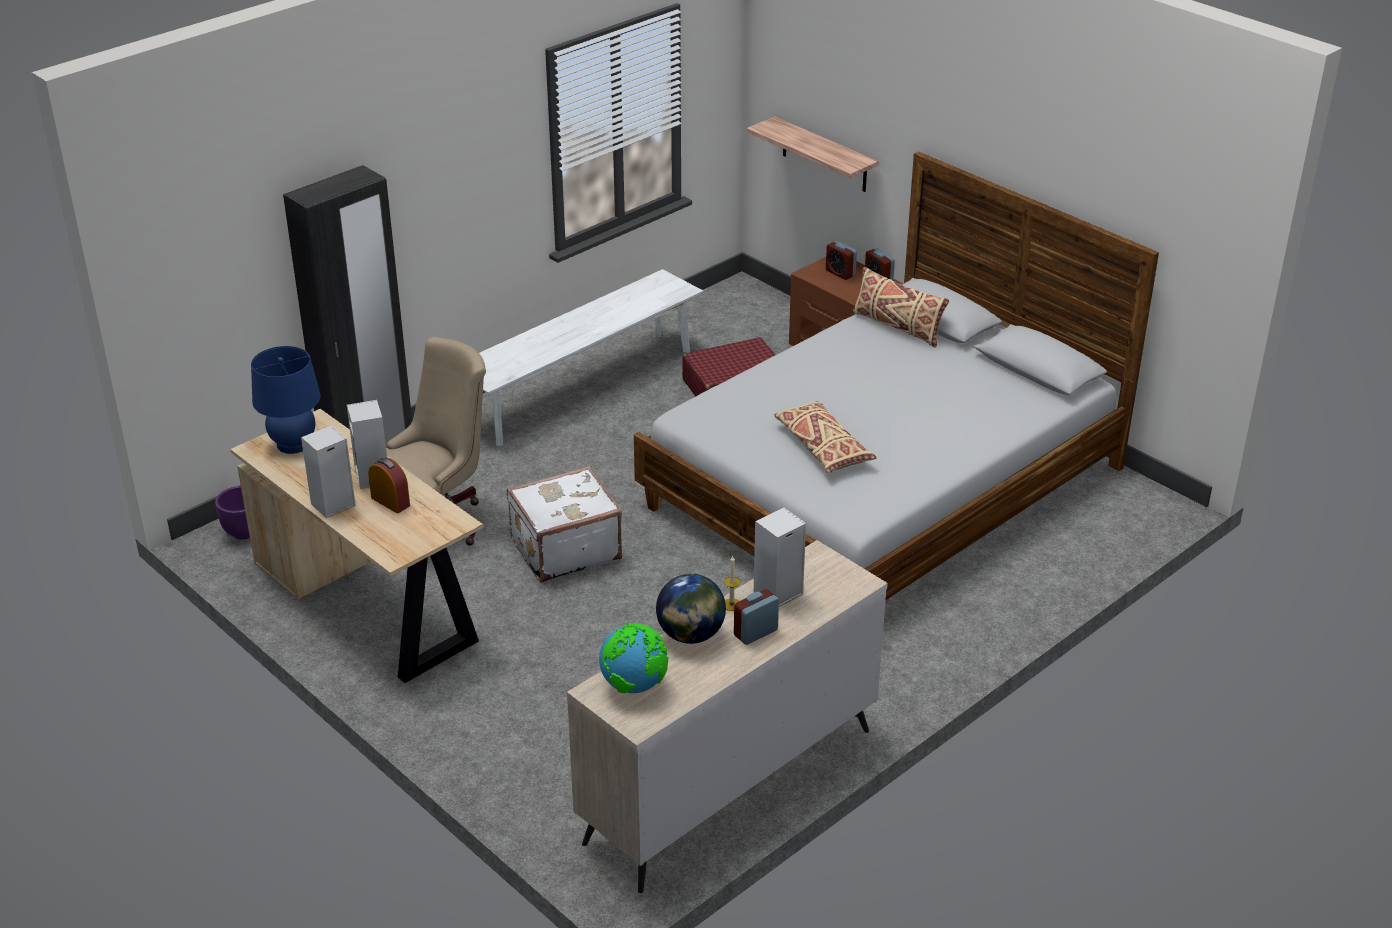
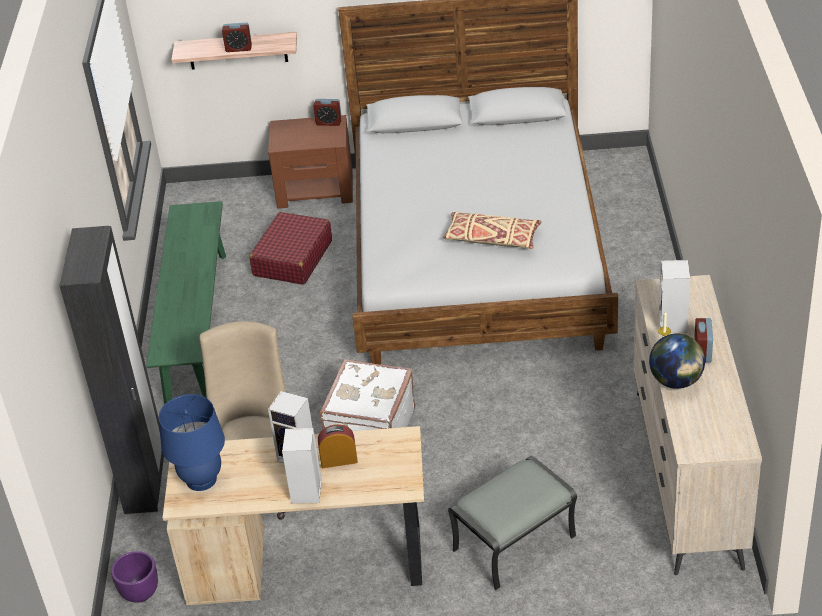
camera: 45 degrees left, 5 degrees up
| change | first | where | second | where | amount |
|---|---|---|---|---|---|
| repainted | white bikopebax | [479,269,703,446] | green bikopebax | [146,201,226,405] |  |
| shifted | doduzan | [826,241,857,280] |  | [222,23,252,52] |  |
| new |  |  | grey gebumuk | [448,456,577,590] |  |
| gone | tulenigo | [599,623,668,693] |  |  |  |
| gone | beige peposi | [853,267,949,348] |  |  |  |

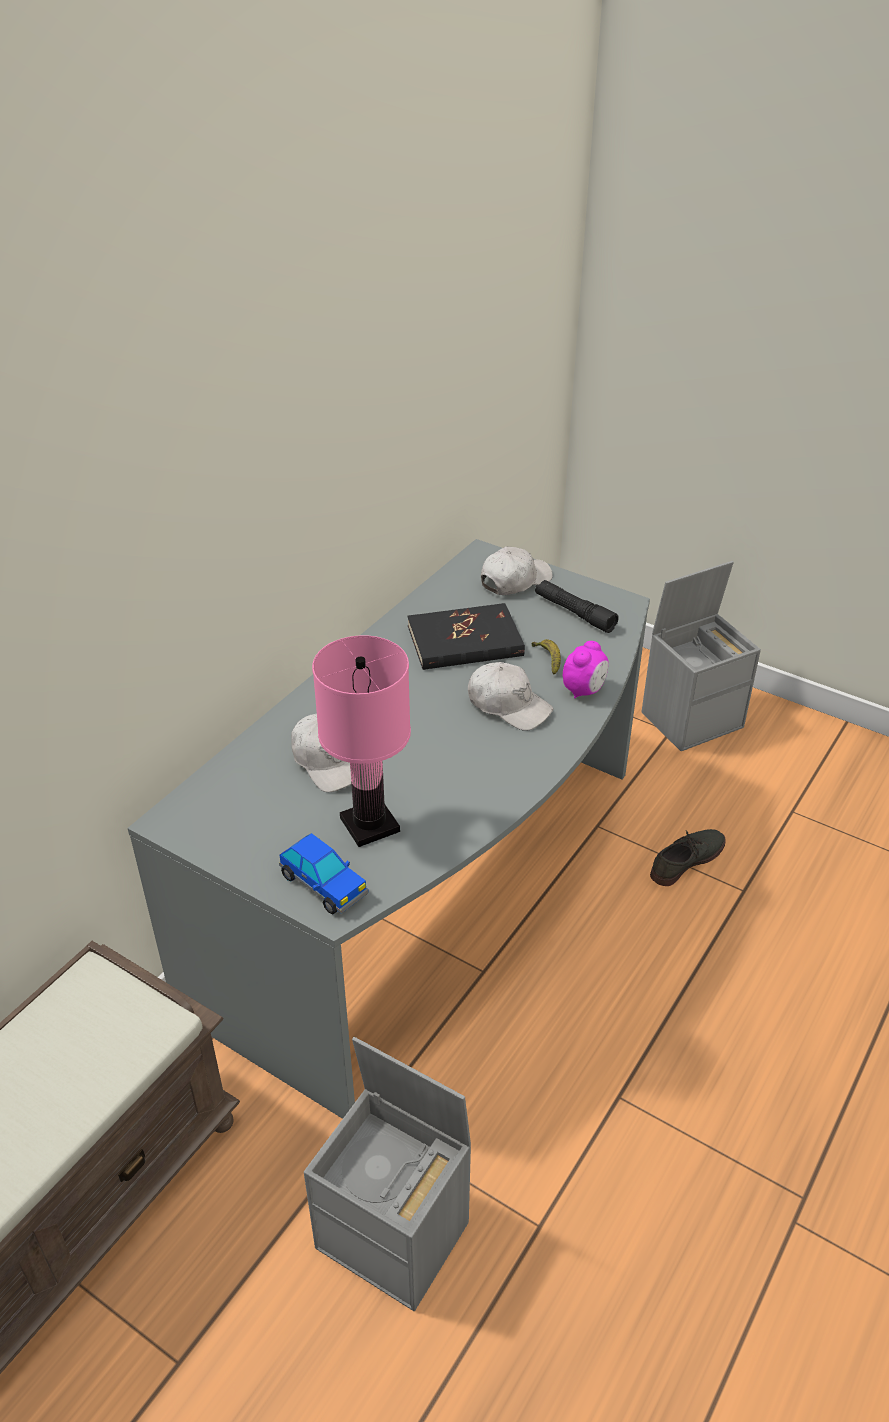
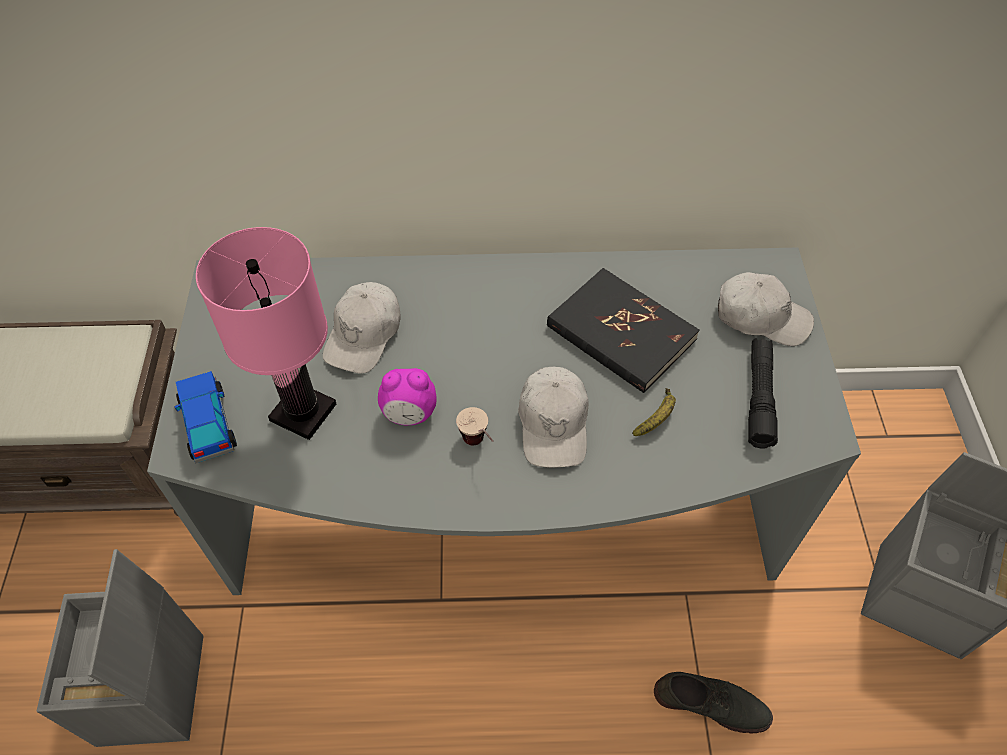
camera: 55 degrees right, 15 degrees up
| change | first | where | second | where | amount |
|---|---|---|---|---|---|
| rotated | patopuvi | [279,833,369,914] |  | [174,371,237,463] | 150 degrees clockwise |
| shifted | doduzan | [563,641,609,699] |  | [378,368,436,425] |  |
| new |  |  | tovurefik | [456,407,493,445] |  |

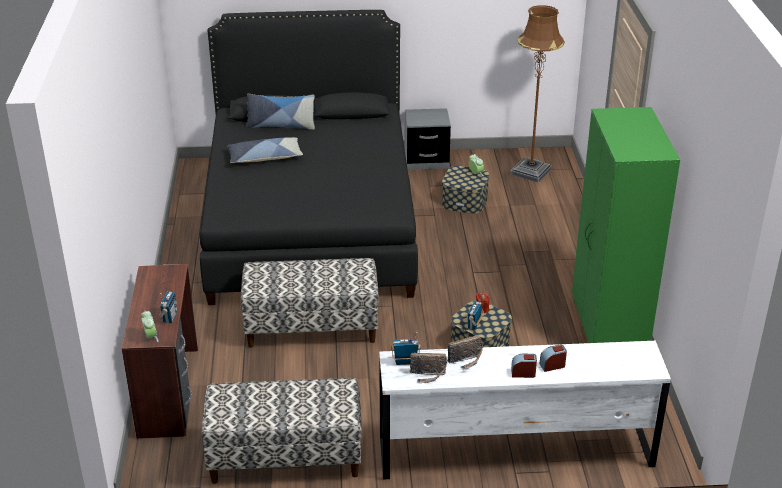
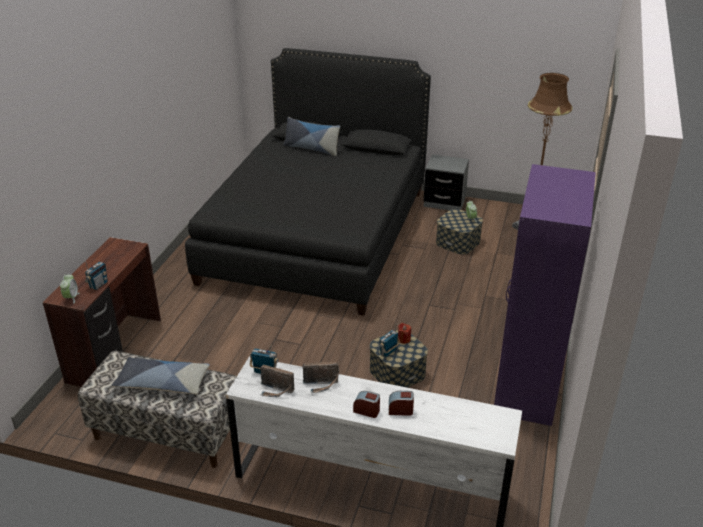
camera: 20 degrees right, 0 degrees up
| change | first | where | second | where | amount |
|---|---|---|---|---|---|
| shifted | peposi | [228,137,303,163] |  | [112,357,210,394] |  |
| repainted | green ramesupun | [572,107,680,343] | purple ramesupun | [494,164,596,426] |  |
| gone | bikopebax | [241,258,379,348] |  |  |  |

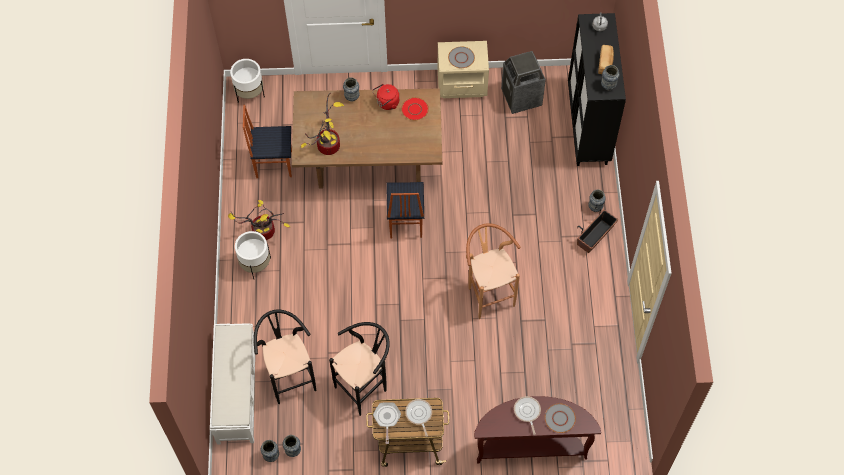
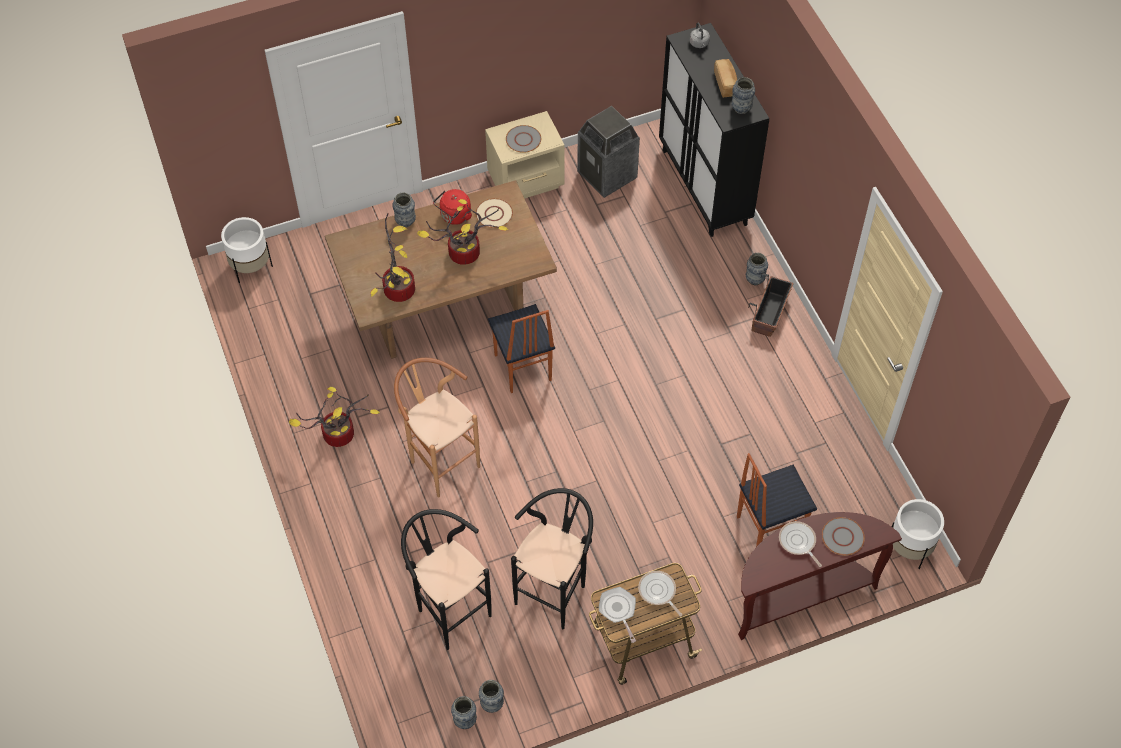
camera: 20 degrees left, 5 degrees down
| change | first | where | second | where | amount |
|---|---|---|---|---|---|
| shifted | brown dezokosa | [466,223,521,319] |  | [394,358,480,498] |  |
| new |  |  | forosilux | [417,199,508,265] |  |
| repainted | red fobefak | [401,97,429,120] | beige fobefak | [475,198,513,228] |  |
| shifted | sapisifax | [243,105,292,178] |  | [737,453,817,547] |  |
| shifted | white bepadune | [235,231,271,279] |  | [892,499,944,569] |  |
| gone | white bikopebax | [210,323,255,445] |  |  |  |

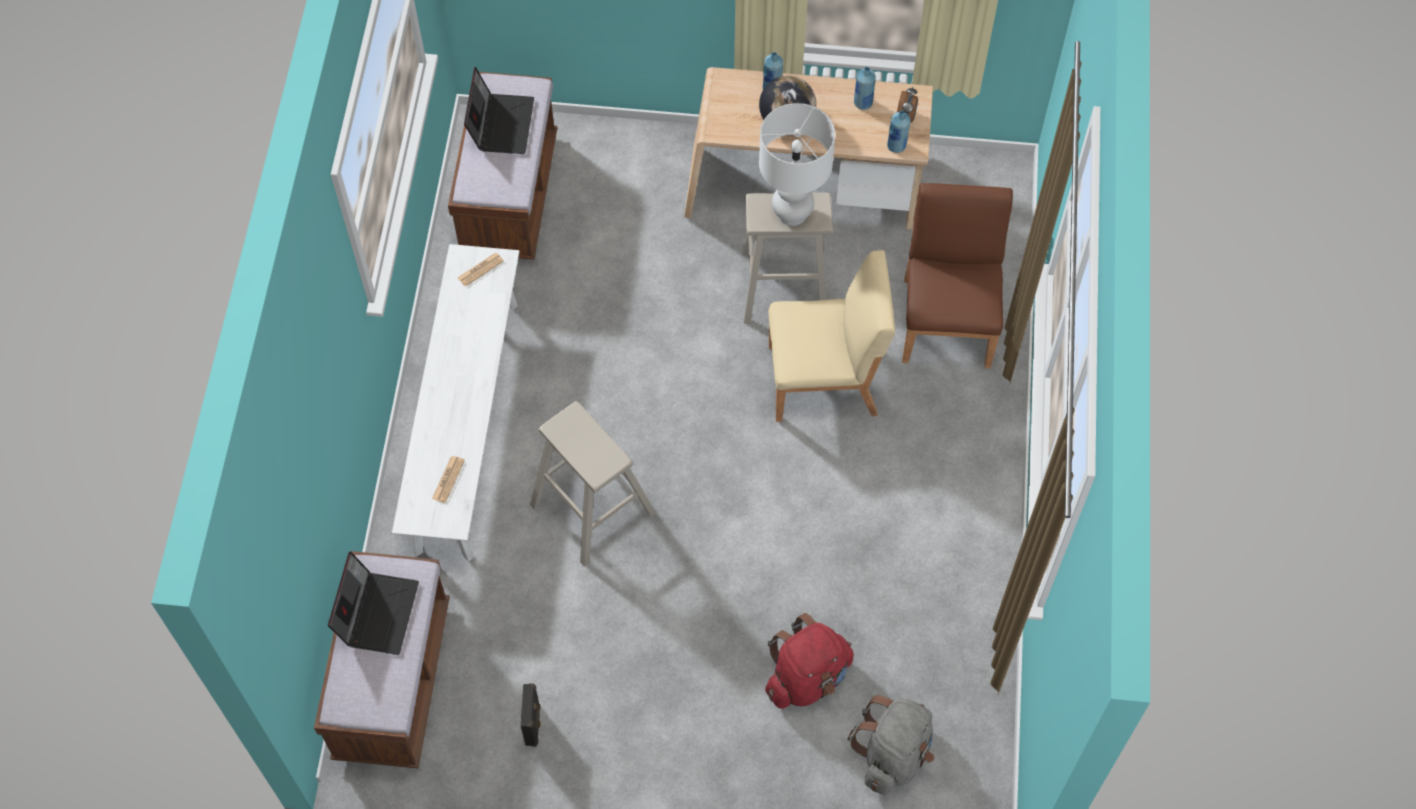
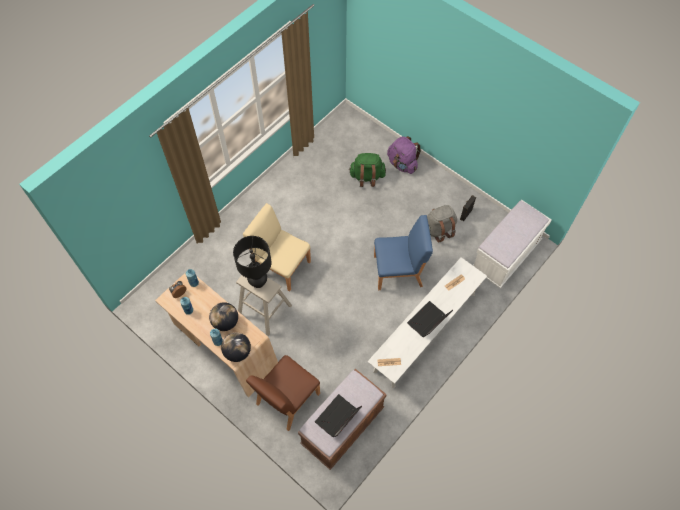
camera: 145 degrees left, 0 degrees up
| change | first | where | second | where | amount |
|---|---|---|---|---|---|
| new |  |  | tulenigo | [221,332,251,362] |  |
| repainted | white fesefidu | [759,103,835,226] | black fesefidu | [233,236,272,288] |  |
| shifted | brown sapisifax | [902,183,1013,368] |  | [246,355,320,431] |  |
| repainted | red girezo | [765,613,854,709] | green girezo | [349,153,386,187] |  |
| swapped | beige dezokosa | [530,401,656,567] | blue sapisifax | [374,215,433,290] |  |
| new |  |  | purple girezo | [387,136,421,174] |  |
| shifted | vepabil | [328,551,419,655] |  | [407,301,453,337] |  |
| shifted | grey girezo | [848,695,934,795] |  | [427,205,457,243] |  |
| repainted | brown bikopebax | [314,551,450,769] | white bikopebax | [473,200,552,288] |  |

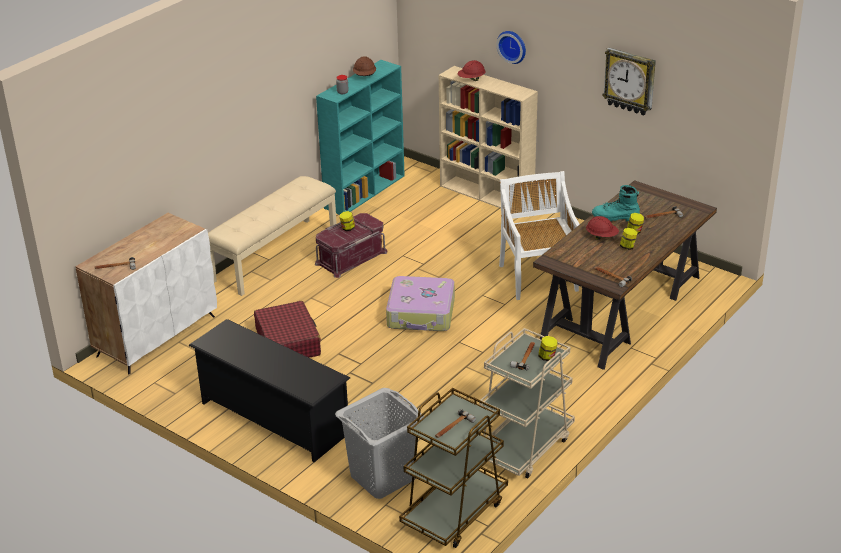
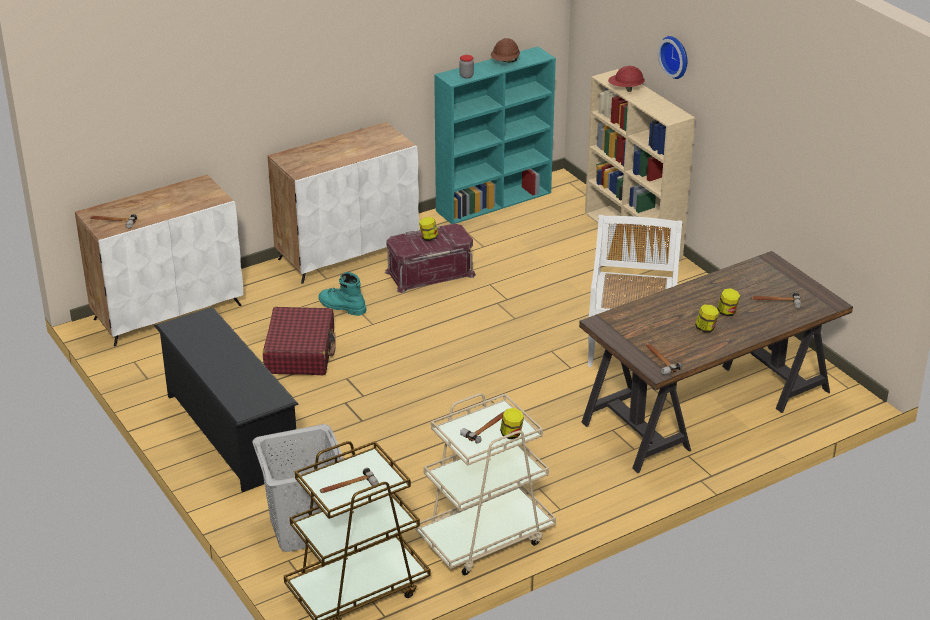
camera: 20 degrees right, 0 degrees up
| change | first | where | second | where | amount |
|---|---|---|---|---|---|
| swapped | beige bikopebax | [208,176,337,296] | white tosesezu | [268,122,419,284] |  |
| shifted | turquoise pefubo | [592,185,640,222] |  | [318,272,367,316] |  |
| gone | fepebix | [386,276,455,331] |  |  |  |
| gone | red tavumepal | [586,216,619,240] |  |  |  |
| gone | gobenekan | [602,48,656,115] |  |  |  |

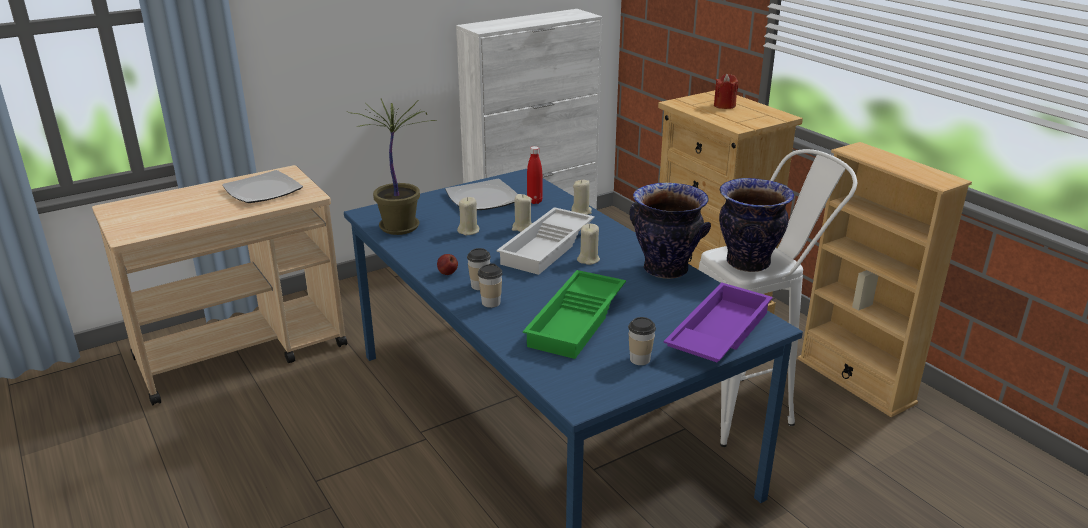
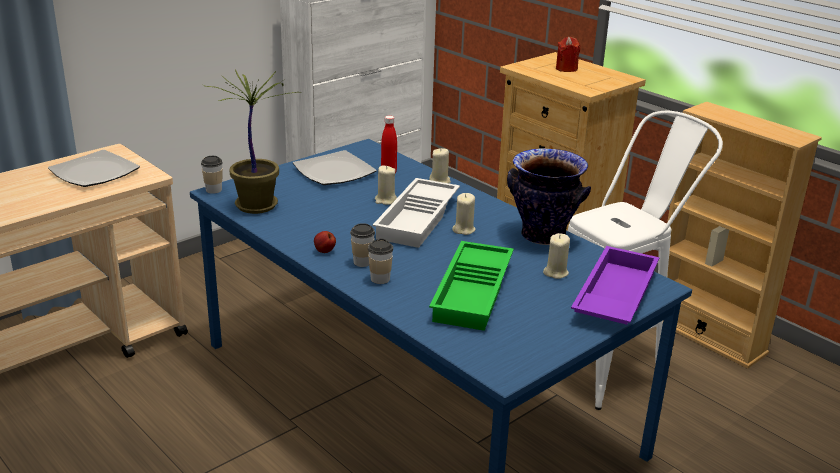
camera: 10 degrees left, 0 degrees up
| change | first | where | second | where | amount |
|---|---|---|---|---|---|
| shifted | tovurefik | [628,317,656,365] |  | [201,156,223,194] |  |
| shifted | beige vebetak | [457,197,480,235] |  | [543,233,570,279] |  |
| gone | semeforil | [719,178,794,272] |  |  |  |

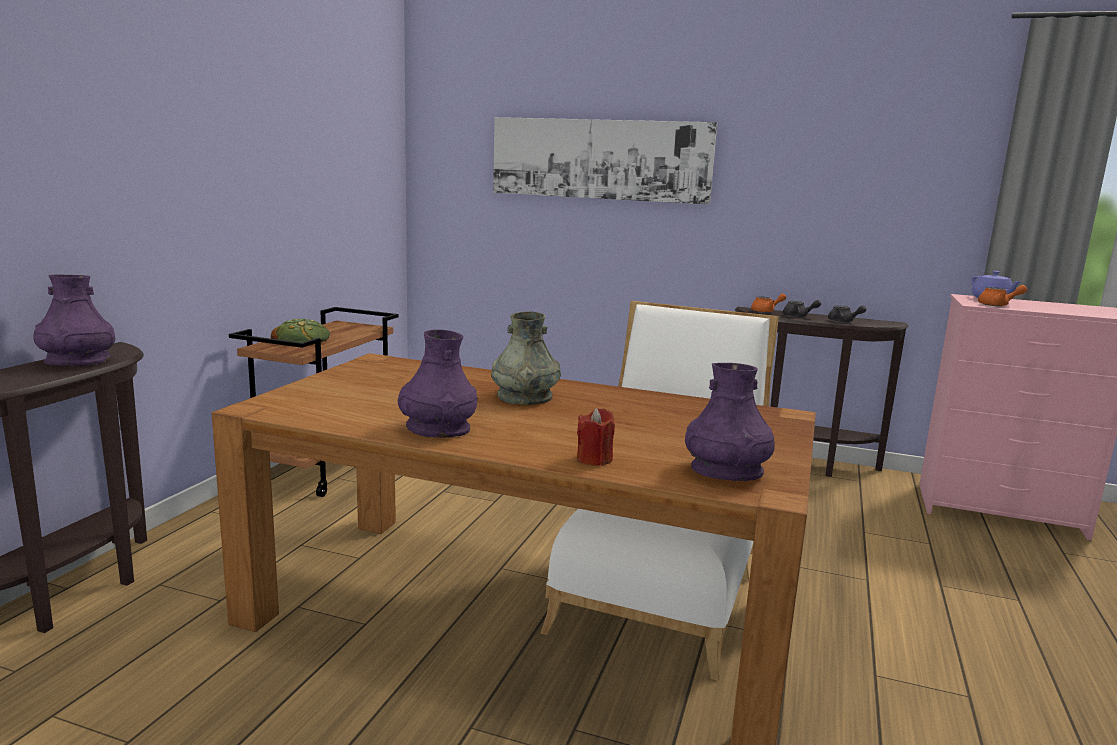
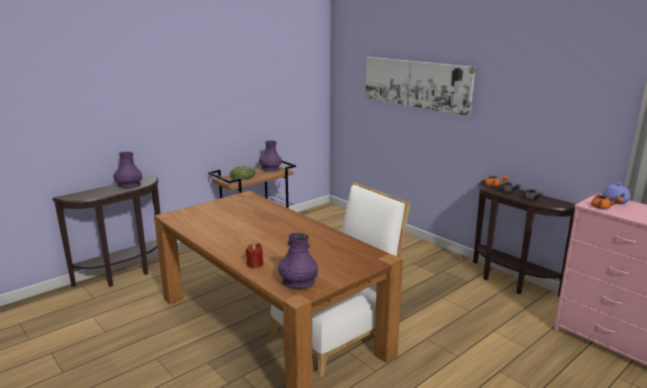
camera: 30 degrees right, 5 degrees up
| change | first | where | second | where | amount |
|---|---|---|---|---|---|
| shifted | purple semeforil | [398,330,478,438] |  | [259,140,282,172] |  |
| gone | grey semeforil | [491,311,561,405] |  |  |  |

